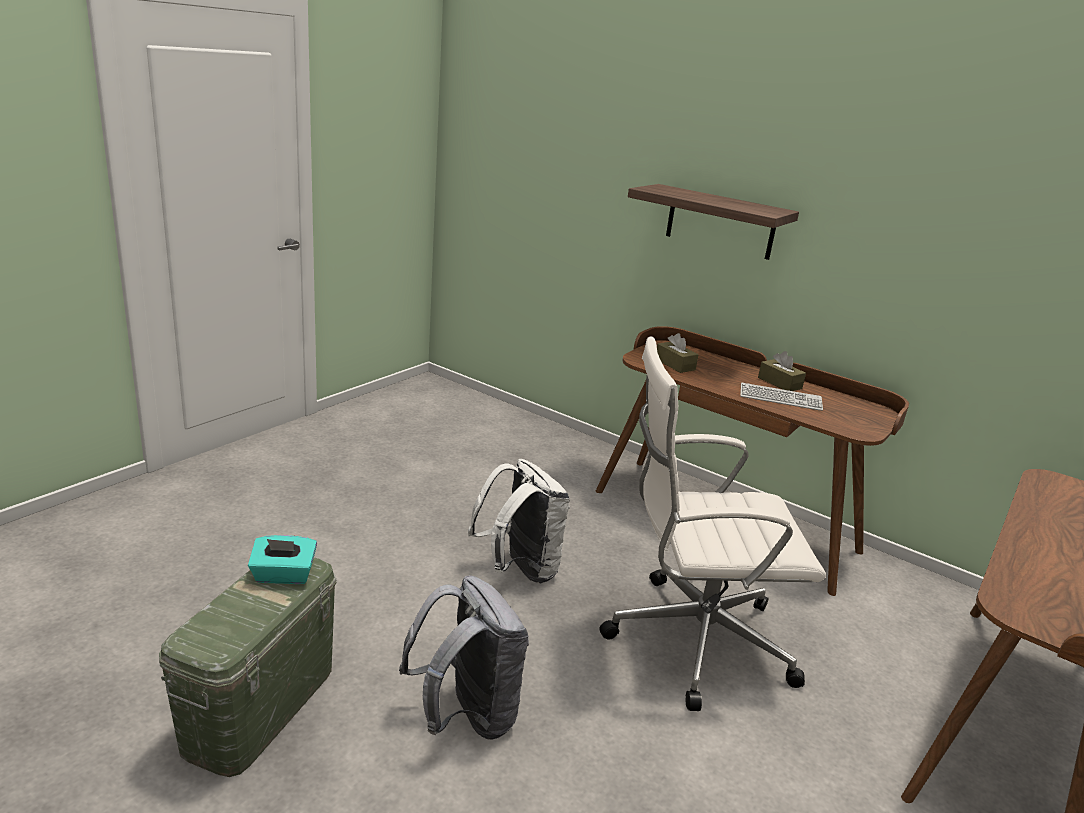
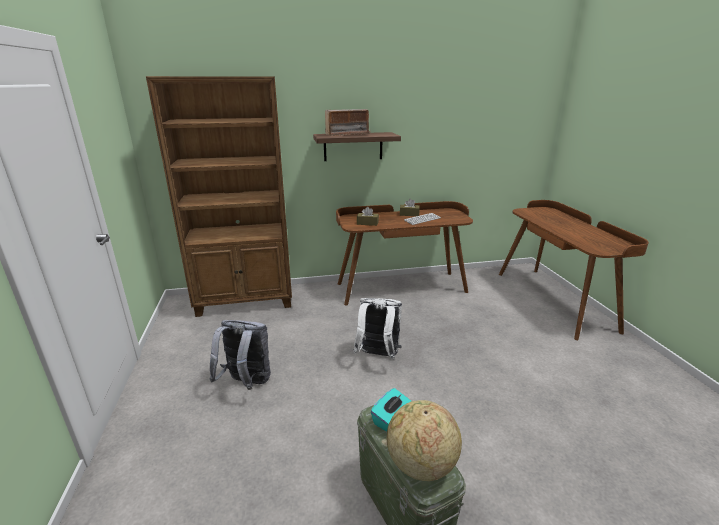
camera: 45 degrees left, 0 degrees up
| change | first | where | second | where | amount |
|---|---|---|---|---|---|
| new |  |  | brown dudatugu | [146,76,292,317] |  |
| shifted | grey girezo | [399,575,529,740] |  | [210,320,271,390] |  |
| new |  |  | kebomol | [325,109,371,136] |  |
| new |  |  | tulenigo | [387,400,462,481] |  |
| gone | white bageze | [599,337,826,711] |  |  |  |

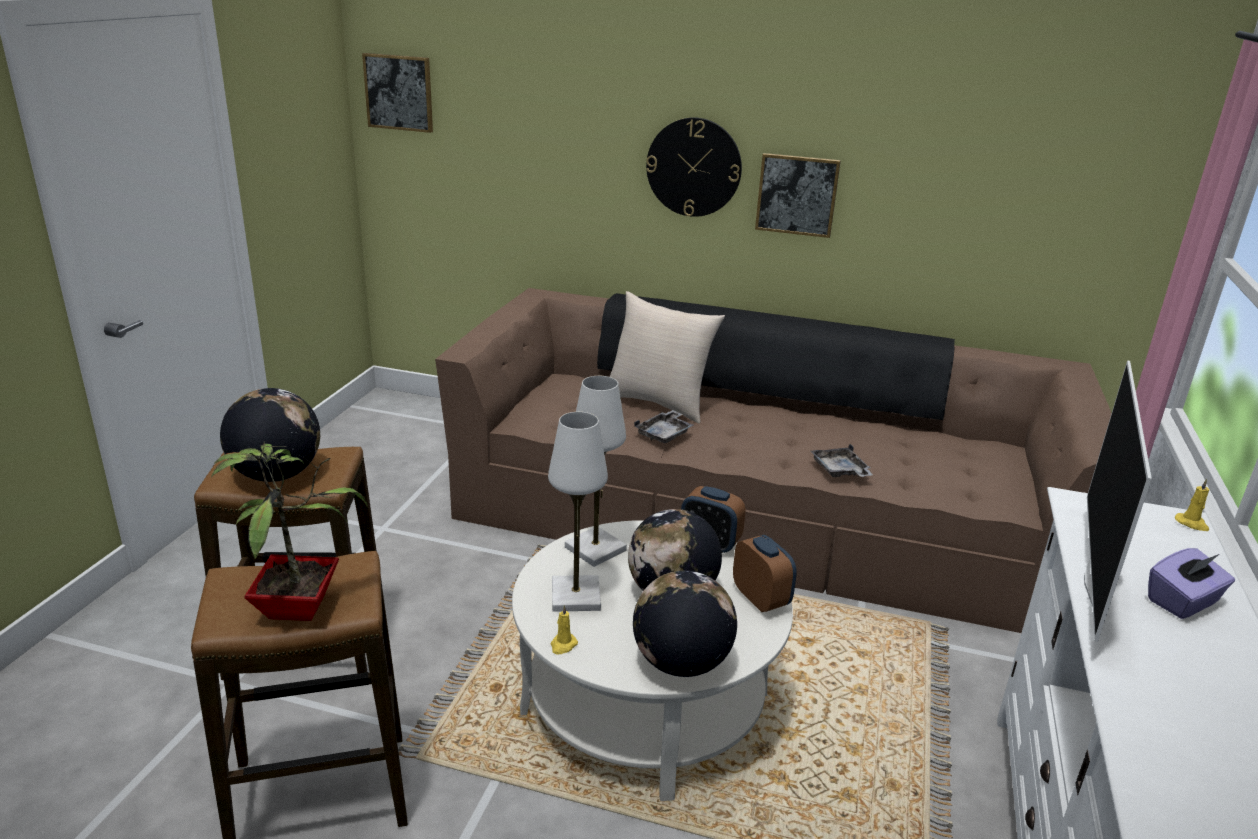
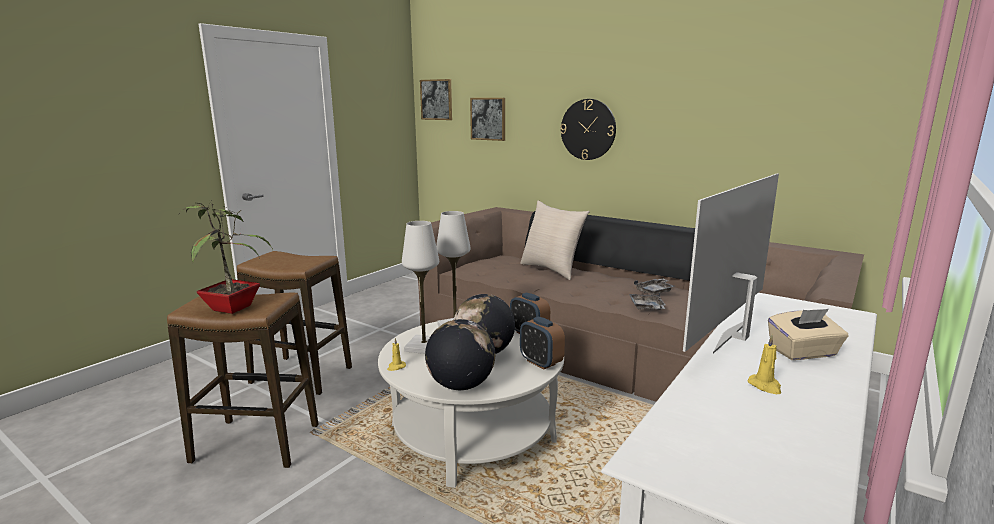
camera: 20 degrees right, 10 degrees down
| change | first | where | second | where | amount |
|---|---|---|---|---|---|
| shifted | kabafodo | [755,153,841,238] |  | [470,98,505,141] |  |
| rotated | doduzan | [733,535,797,612] |  | [520,316,565,369] | 150 degrees clockwise |
| shifted | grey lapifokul | [634,410,693,443] |  | [634,279,675,295] |  |
| shifted | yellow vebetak | [1175,479,1209,531] |  | [747,335,781,394] |  |
| repainted | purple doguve | [1148,548,1235,619] | beige doguve | [768,309,848,360] |  |
| gone | tulenigo | [220,388,320,482] |  |  |  |

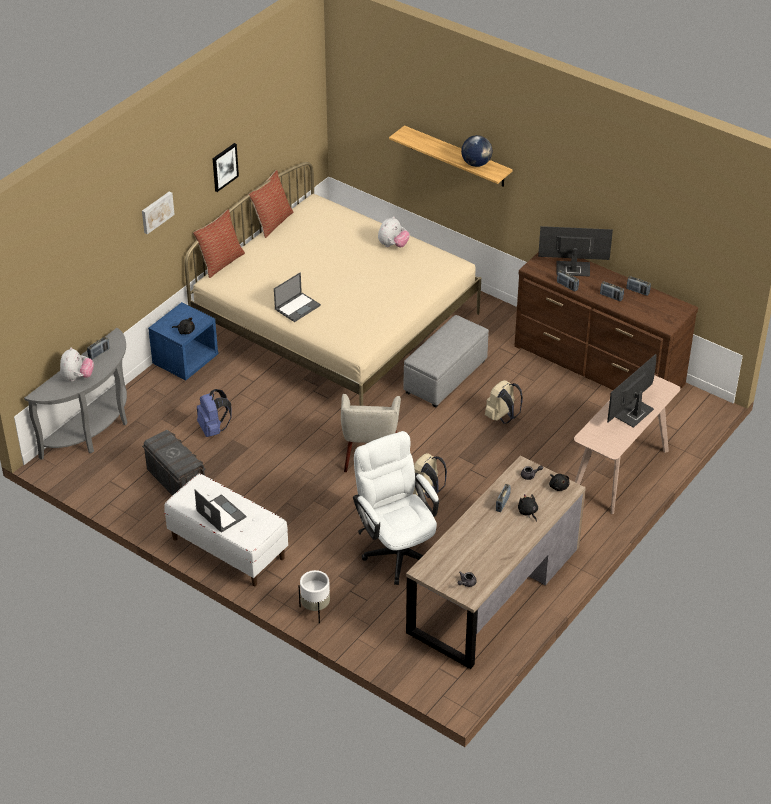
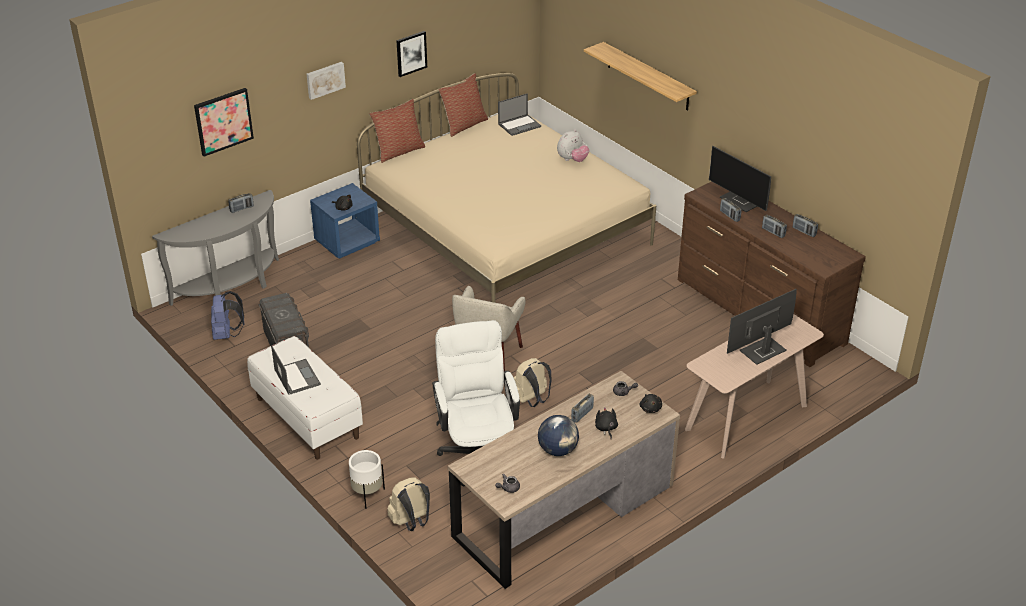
camera: 15 degrees right, 5 degrees down
| change | first | where | second | where | amount |
|---|---|---|---|---|---|
| new |  |  | kabafodo | [194,88,254,157] |  |
| shifted | blue girezo | [197,389,232,437] |  | [211,291,245,340] |  |
| shifted | beige girezo | [485,380,523,424] |  | [387,477,430,531] |  |
| shifted | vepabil | [274,272,321,322] |  | [498,93,541,136] |  |
| shifted | tulenigo | [461,135,492,167] |  | [538,415,579,456] |  |
| rotated | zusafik | [538,226,613,277] |  | [709,146,771,212] | 150 degrees counterclockwise |
| gone | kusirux | [60,348,94,381] |  |  |  |
| gone | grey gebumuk | [404,315,489,407] |  |  |  |

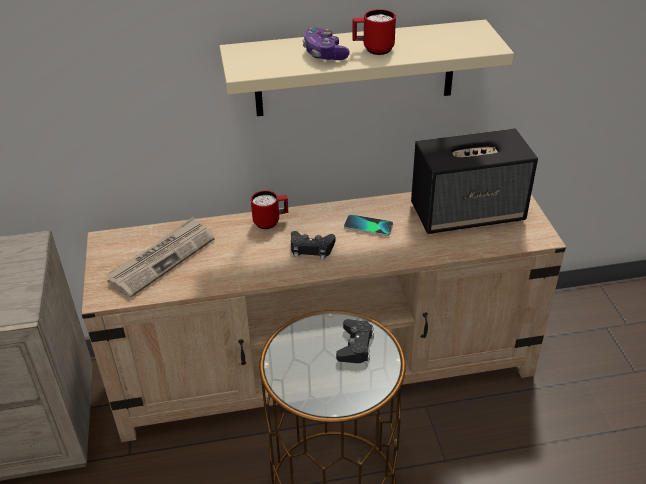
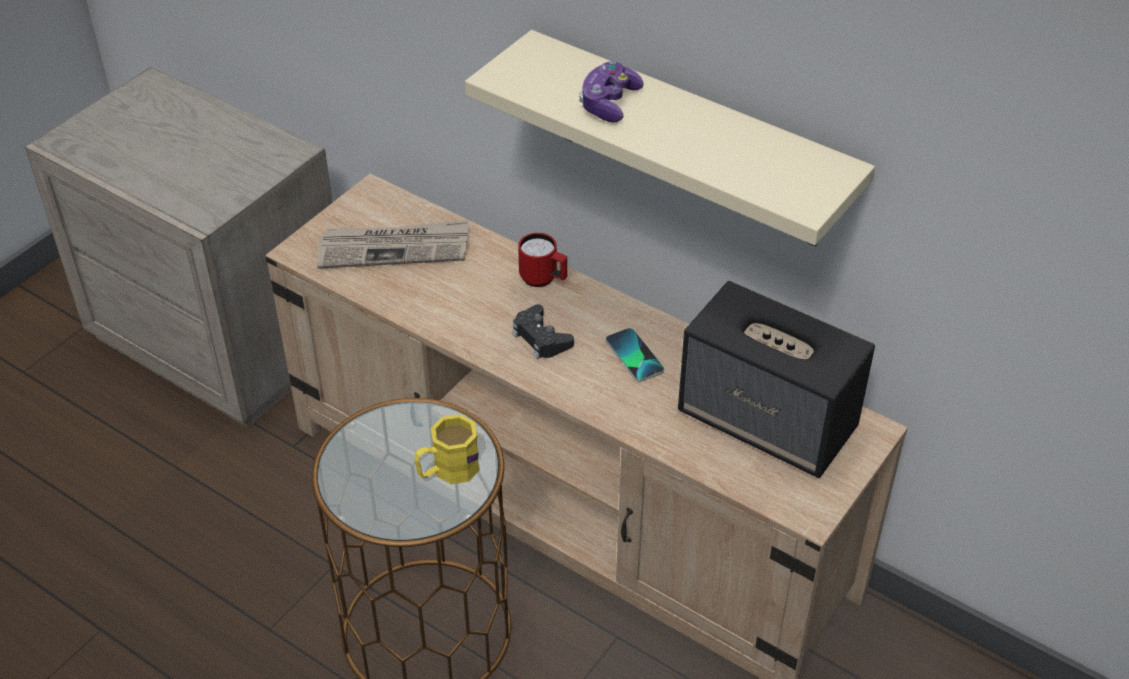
camera: 45 degrees right, 5 degrees up
| change | first | where | second | where | amount |
|---|---|---|---|---|---|
| swapped | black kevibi | [336,319,374,363] | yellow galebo | [414,414,480,484] |  |
| gone | red galebo | [352,9,396,55] |  |  |  |

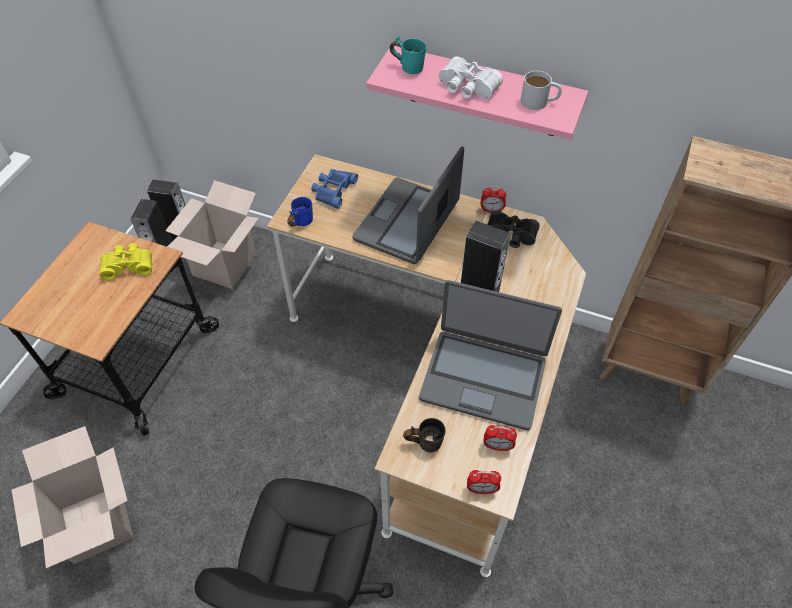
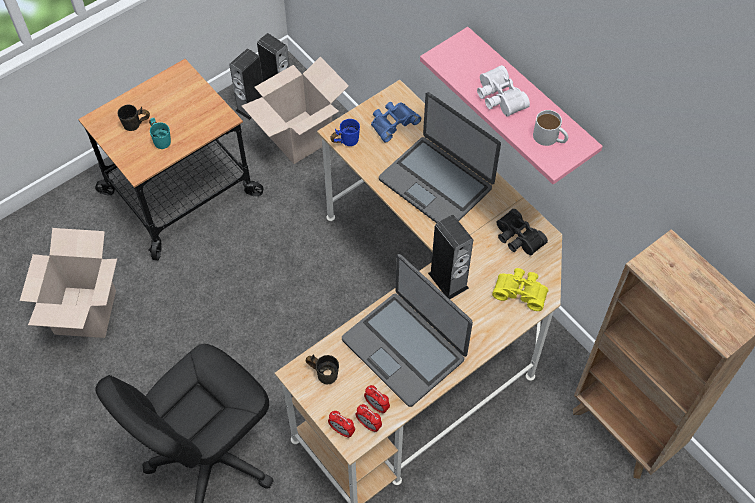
camera: 30 degrees right, 5 degrees up
| change | first | where | second | where | amount |
|---|---|---|---|---|---|
| new |  |  | grey galebo | [117,105,150,131] |  |
| shifted | turquoise galebo | [390,36,426,74] |  | [149,118,171,149] |  |
| shifted | doduzan | [481,186,507,213] |  | [356,404,382,432] |  |
| rotated | vepabil | [352,146,464,264] |  | [379,92,501,223] | 105 degrees counterclockwise |
| shifted | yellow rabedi | [99,243,152,281] |  | [492,268,548,311] |  |

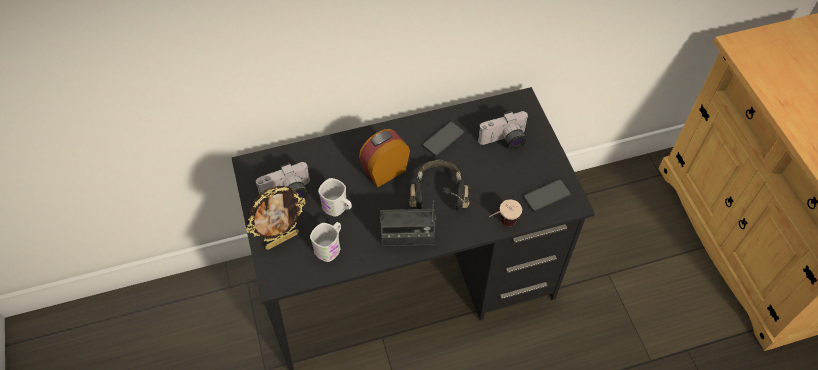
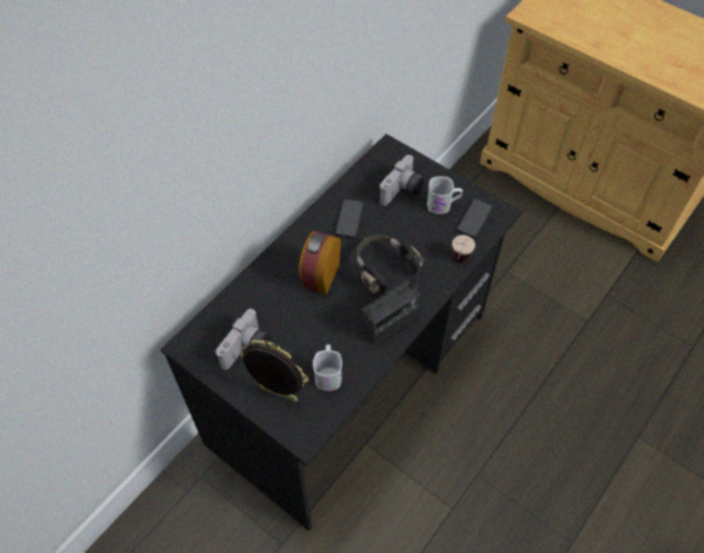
camera: 35 degrees left, 0 degrees up
| change | first | where | second | where | amount |
|---|---|---|---|---|---|
| rotated | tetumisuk | [246,186,306,250] |  | [241,340,308,402] | 90 degrees counterclockwise |
| shifted | white galebo | [318,178,352,217] |  | [427,176,463,214] |  |

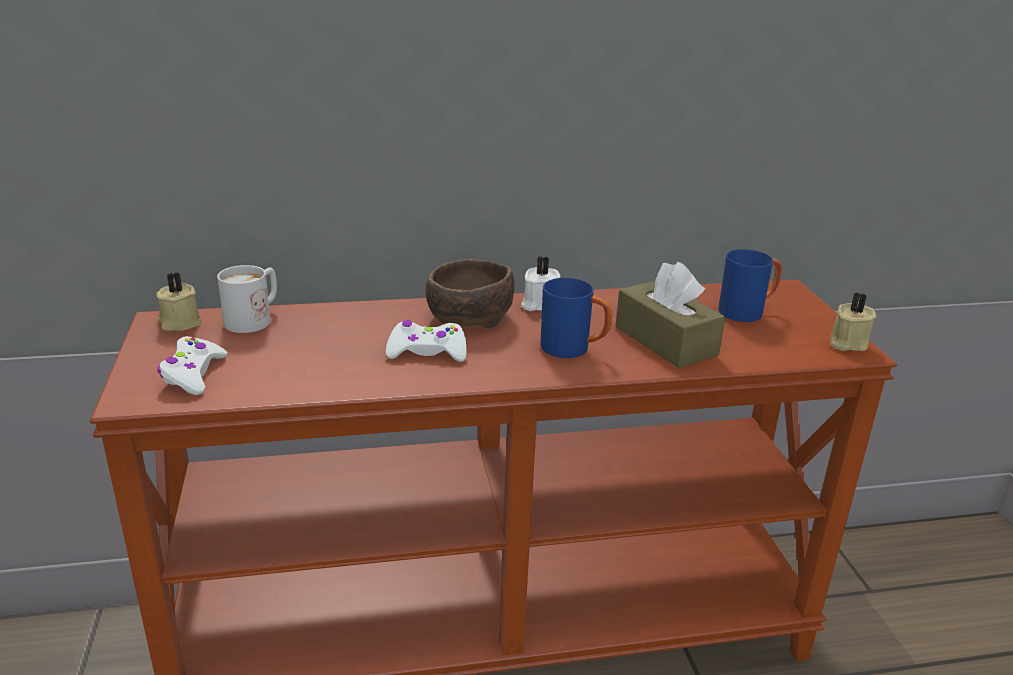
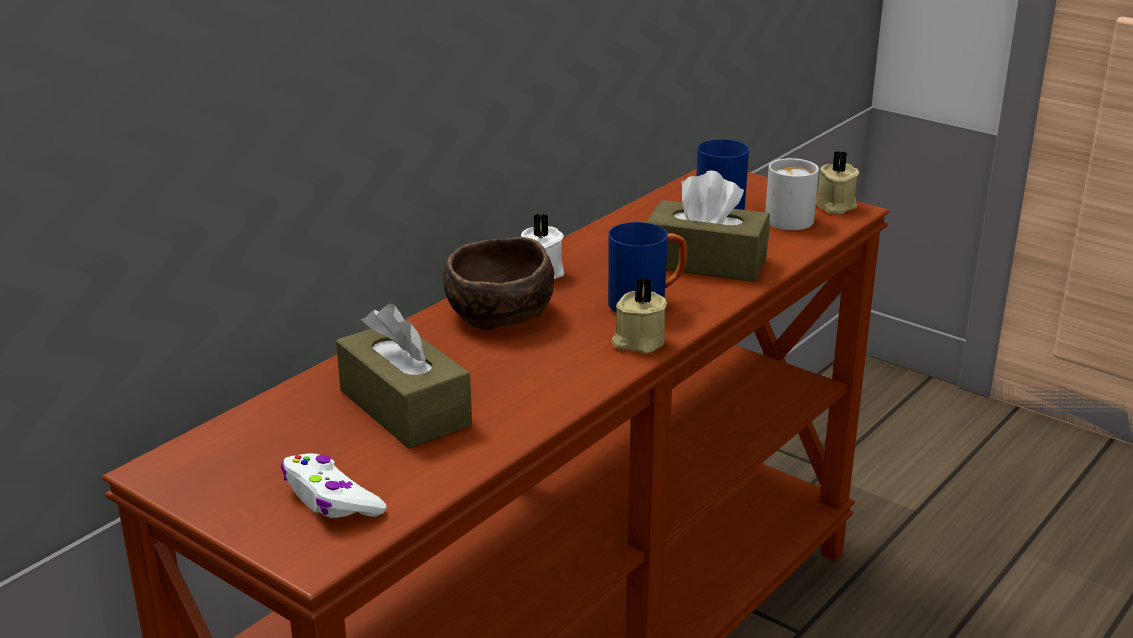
camera: 40 degrees left, 0 degrees up
| change | first | where | second | where | amount |
|---|---|---|---|---|---|
| new |  |  | brown doguve | [336,304,472,449] |  |
| shifted | beige vebetak | [156,272,201,331] |  | [612,277,667,354] |  |
| shifted | white galebo | [217,265,277,333] |  | [765,158,819,230] |  |
| gone | white kevibi | [386,320,466,362] |  |  |  |

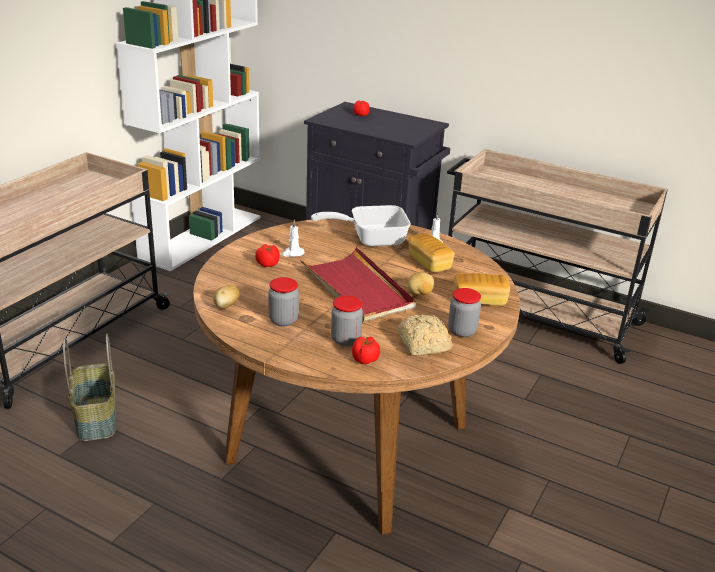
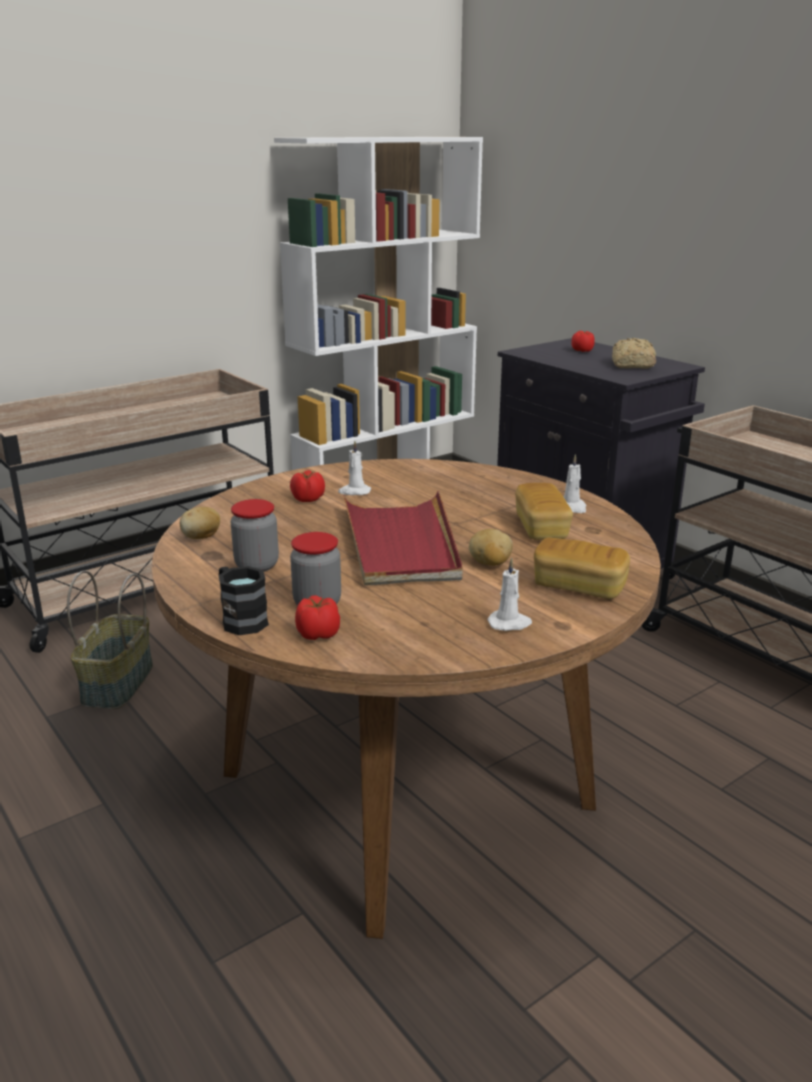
camera: 25 degrees right, 5 degrees down
| change | first | where | second | where | amount |
|---|---|---|---|---|---|
| new |  |  | black galebo | [218,566,269,635] |  |
| swapped | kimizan | [448,288,481,337] | white vebetak | [487,558,532,631] |  |
| shifted | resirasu | [398,315,453,356] |  | [612,338,656,369] |  |
| gone | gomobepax | [311,205,411,246] |  |  |  |

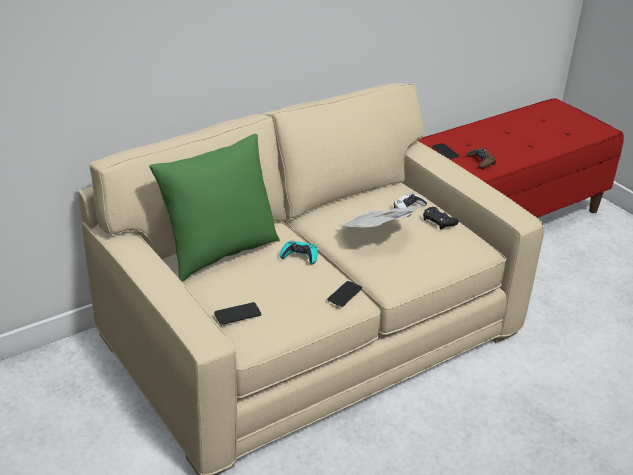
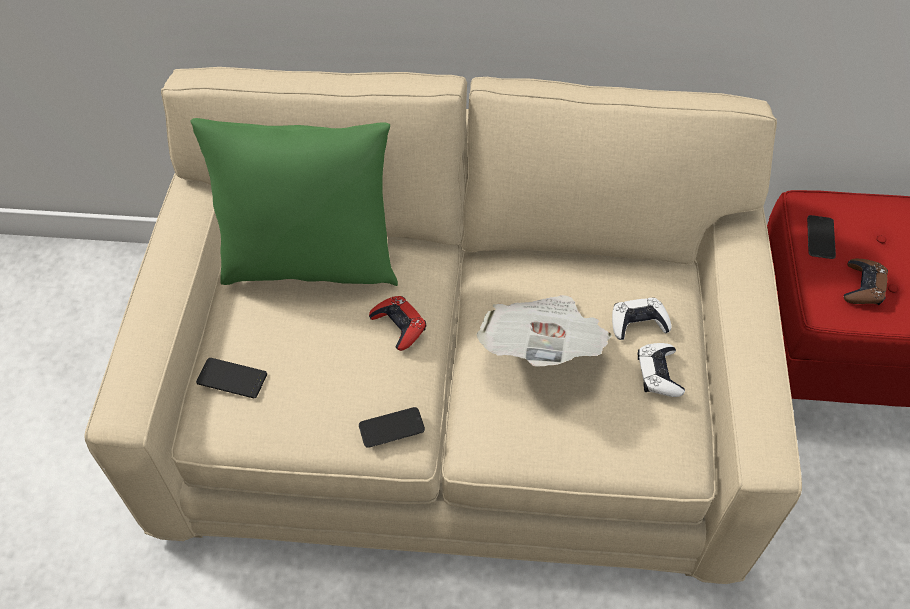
camera: 40 degrees right, 20 degrees up
| change | first | where | second | where | amount |
|---|---|---|---|---|---|
| repainted | turquoise kevibi | [280,241,318,264] | red kevibi | [369,296,426,351] |  |
| repainted | black kevibi | [423,207,459,230] | white kevibi | [638,343,685,397] |  |

